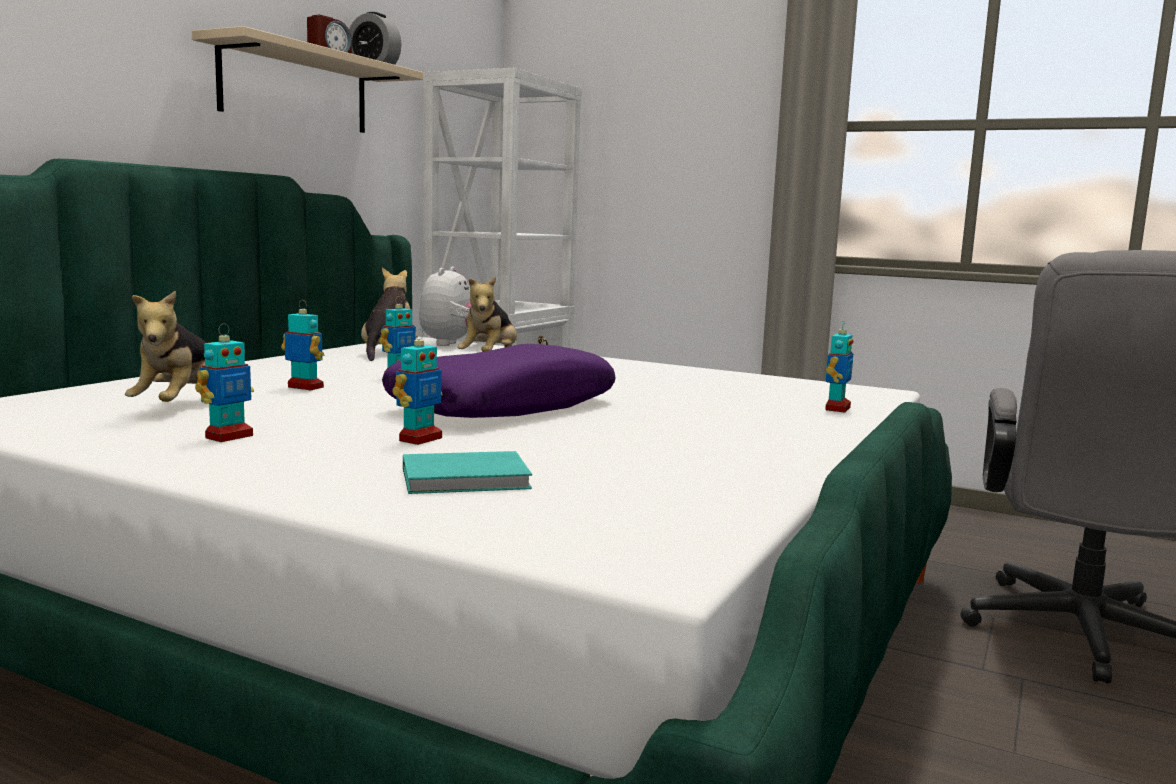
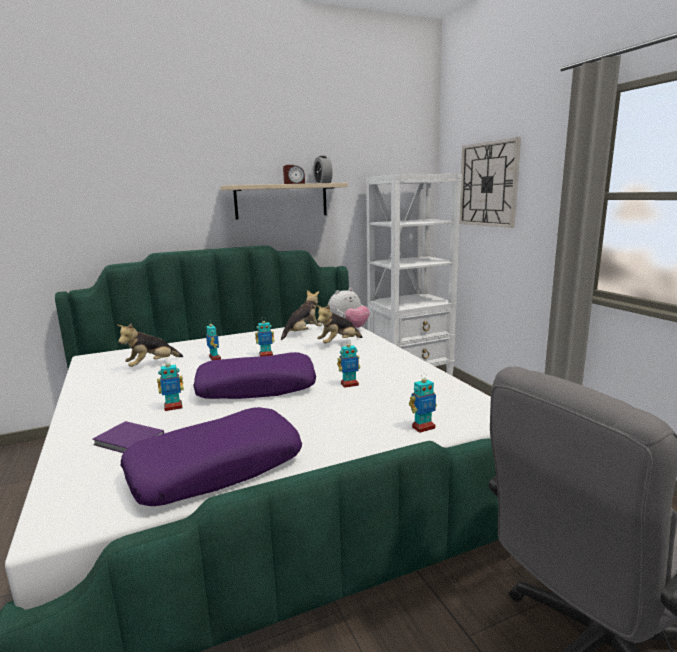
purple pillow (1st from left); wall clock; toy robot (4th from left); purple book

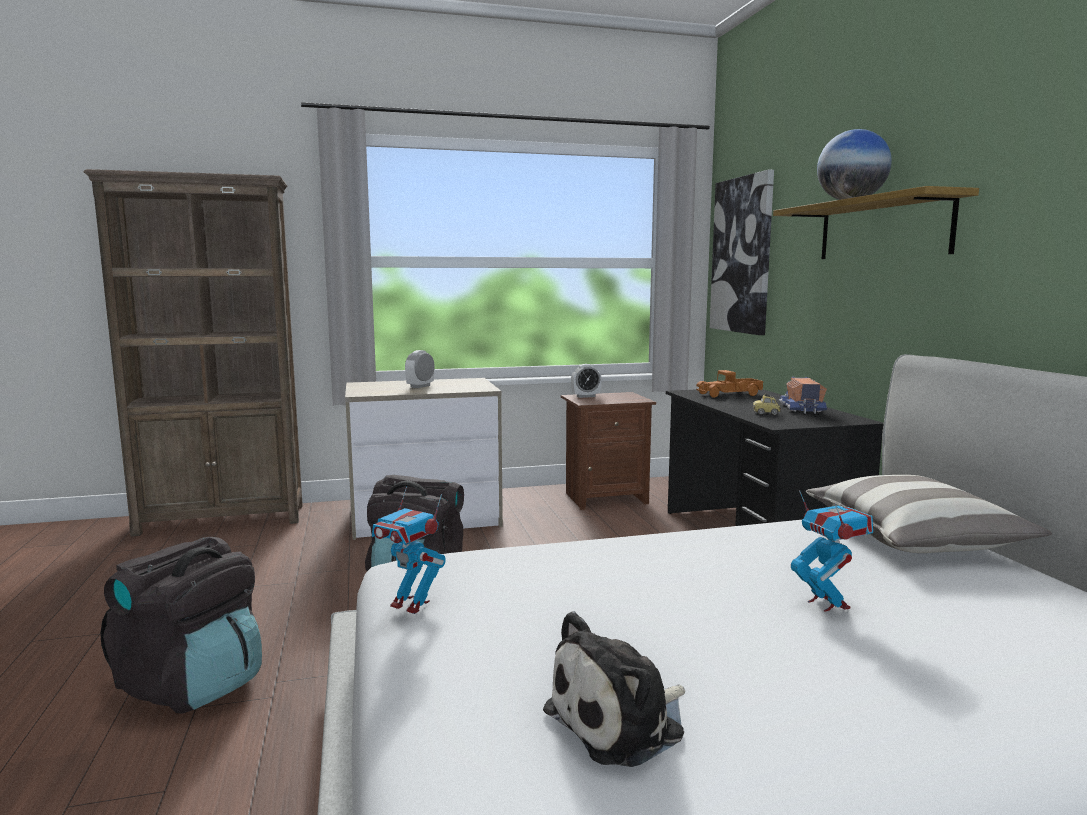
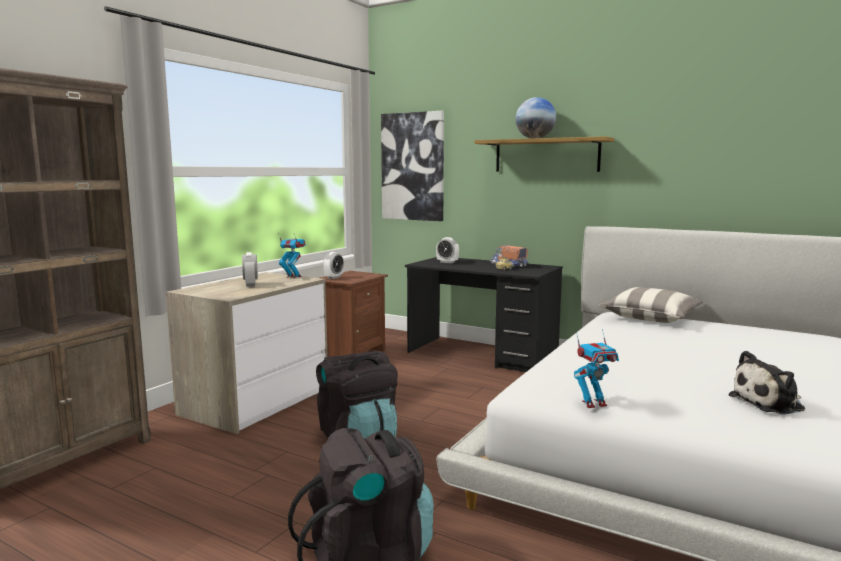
toy robot (1st from left); alarm clock (3rd from left); plush toy

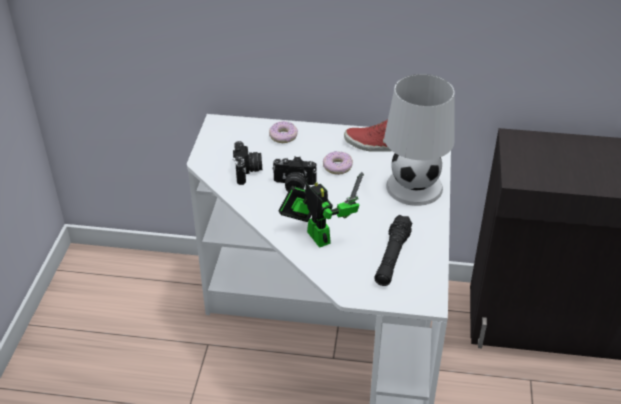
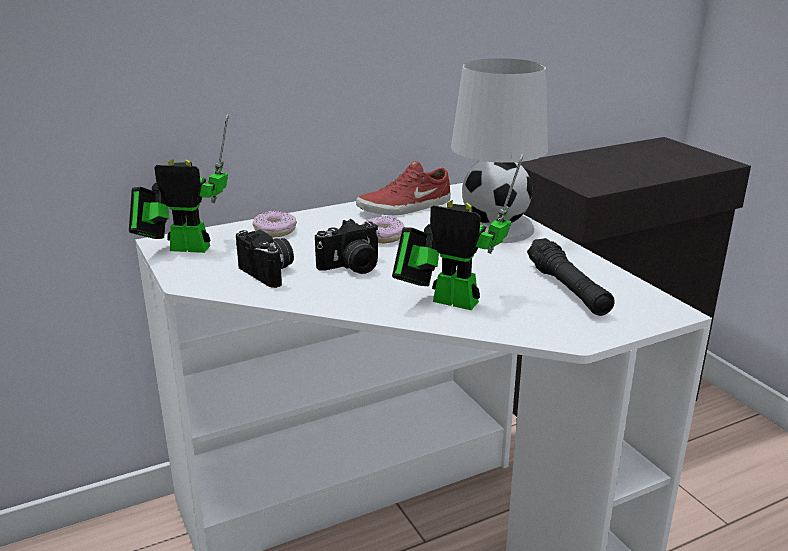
toy robot (1st from left)

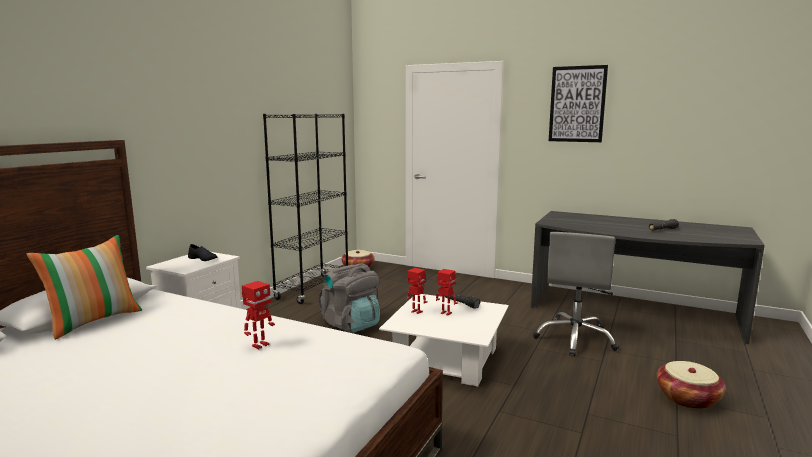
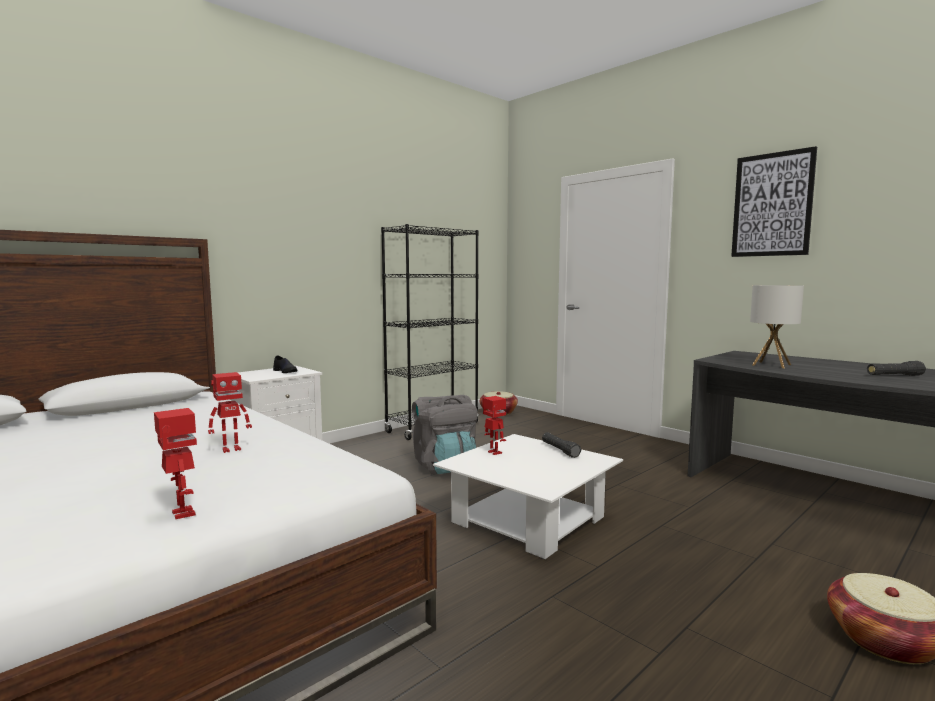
pillow; grey office chair; table lamp; toy robot (1st from left)

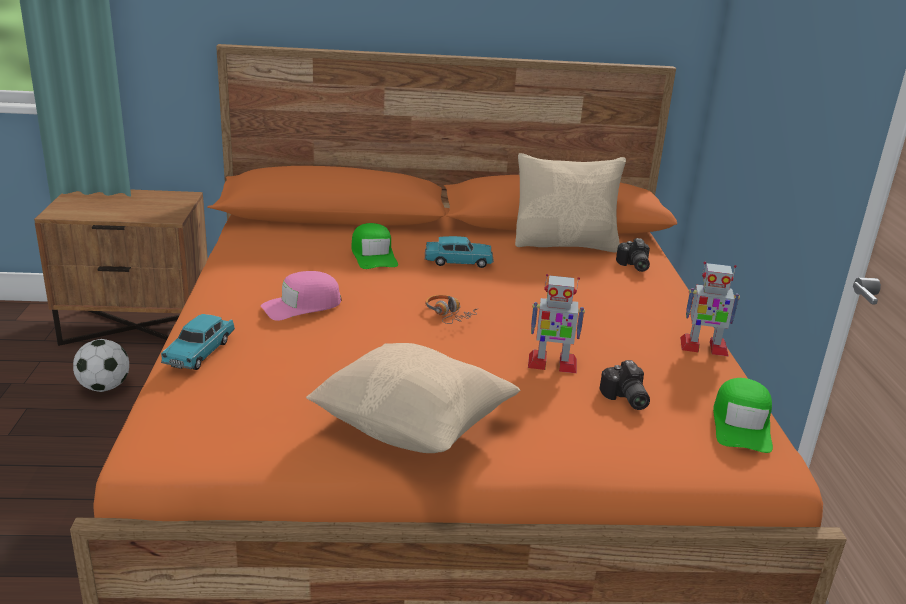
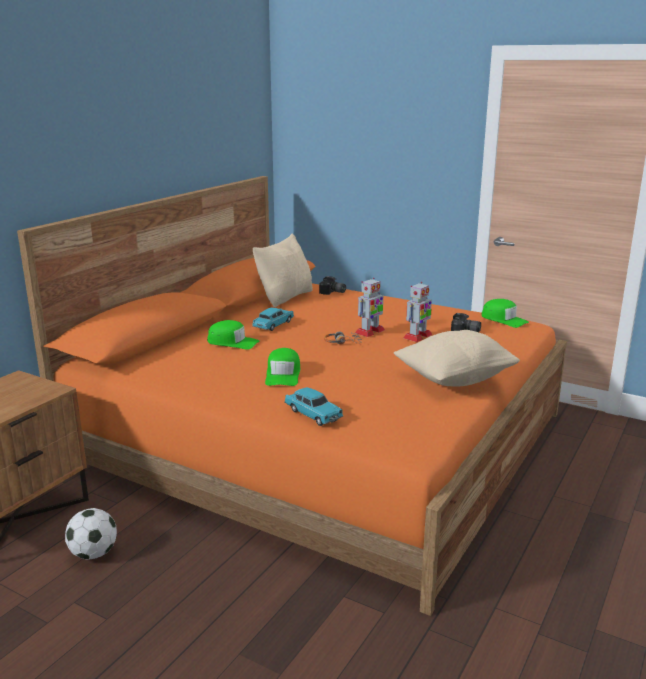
toy robot (1st from left); green cap (2nd from left)

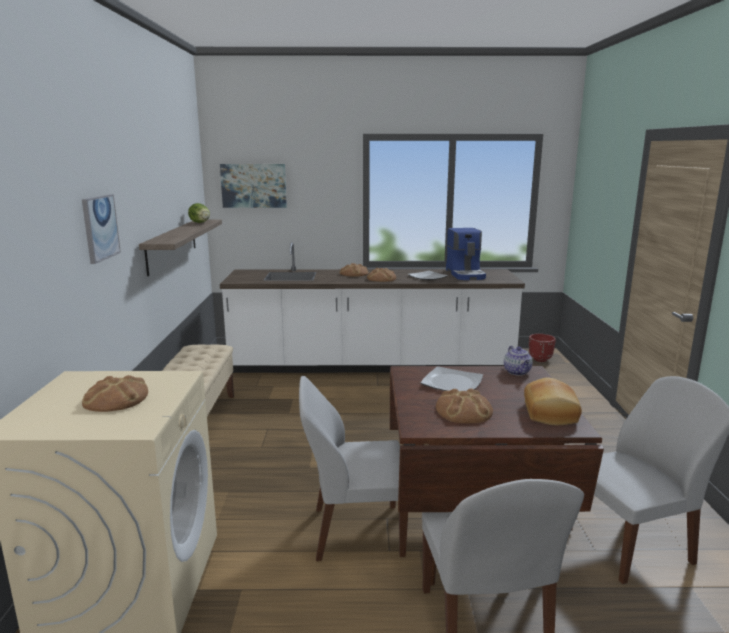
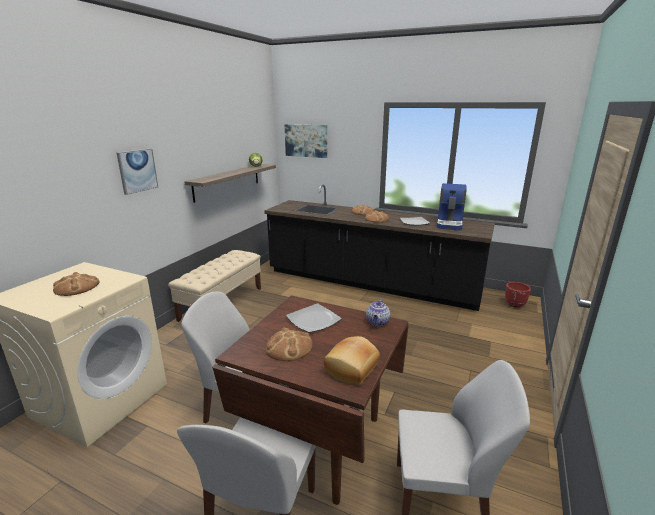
black counter

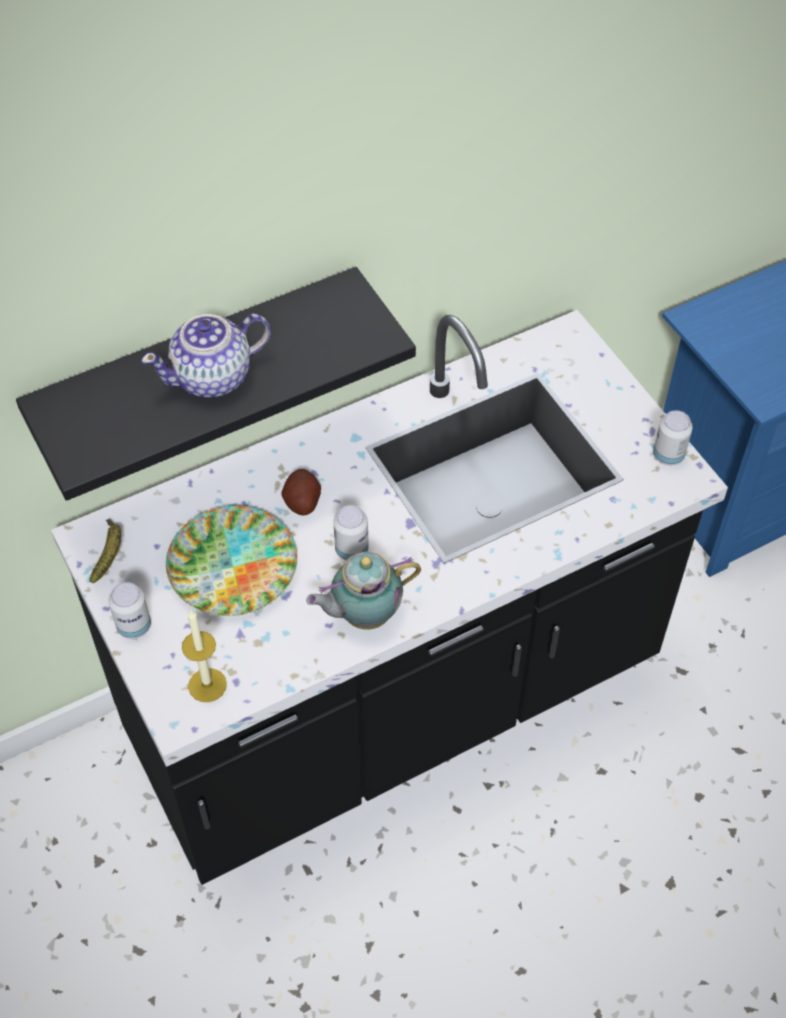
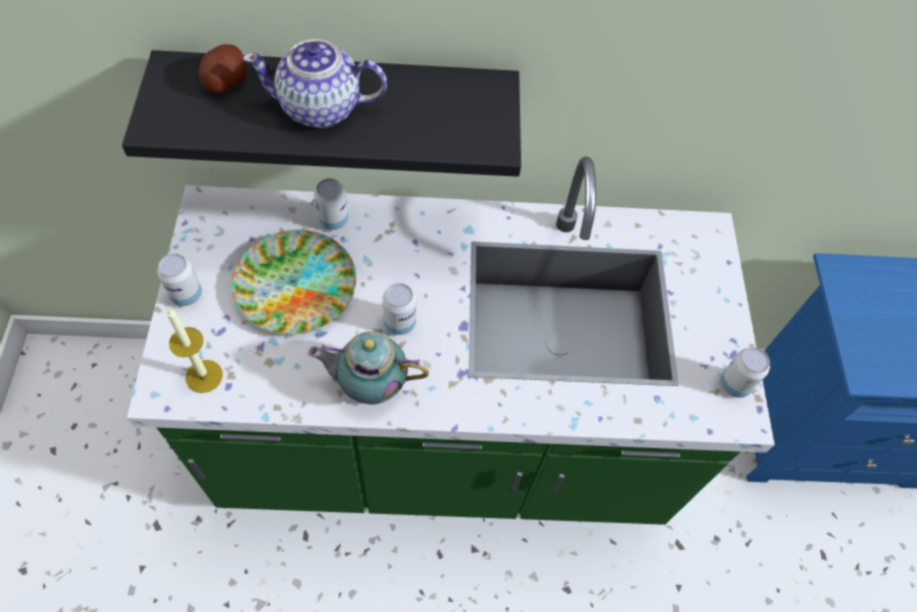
banana; can (2nd from left); potato; green counter

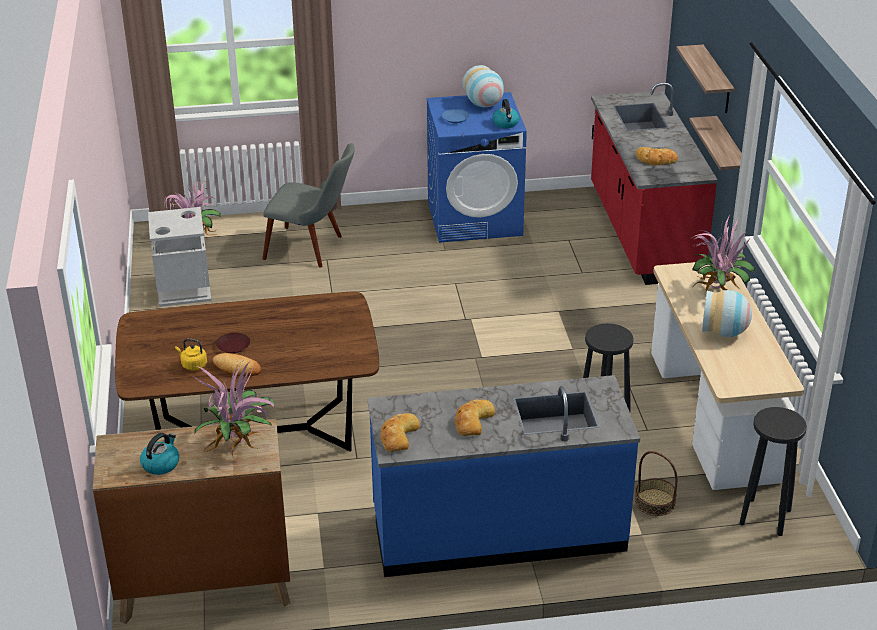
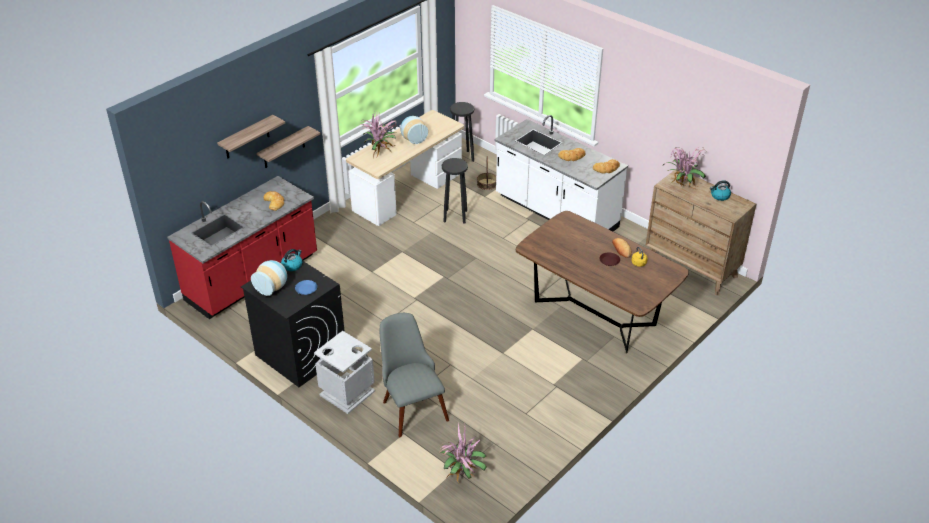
grey trash can; white counter; black washing machine

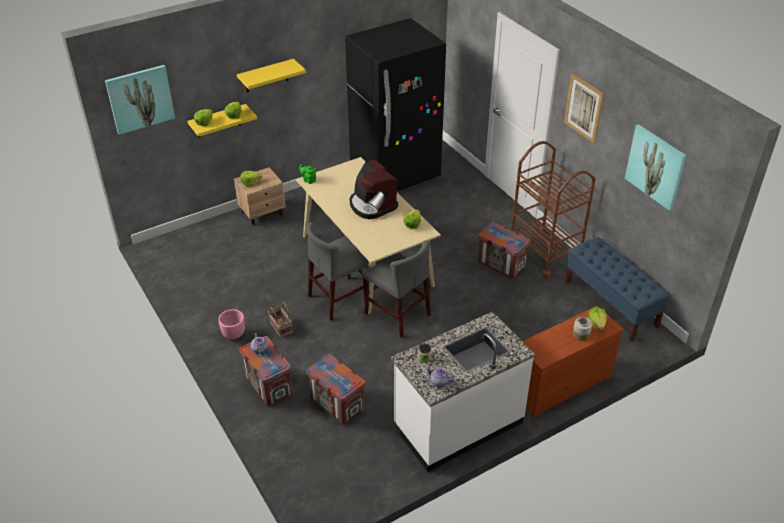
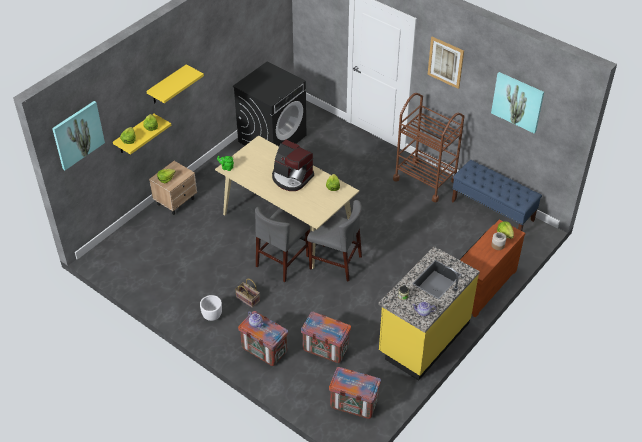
crate (3rd from left); black washing machine; white planter; yellow counter

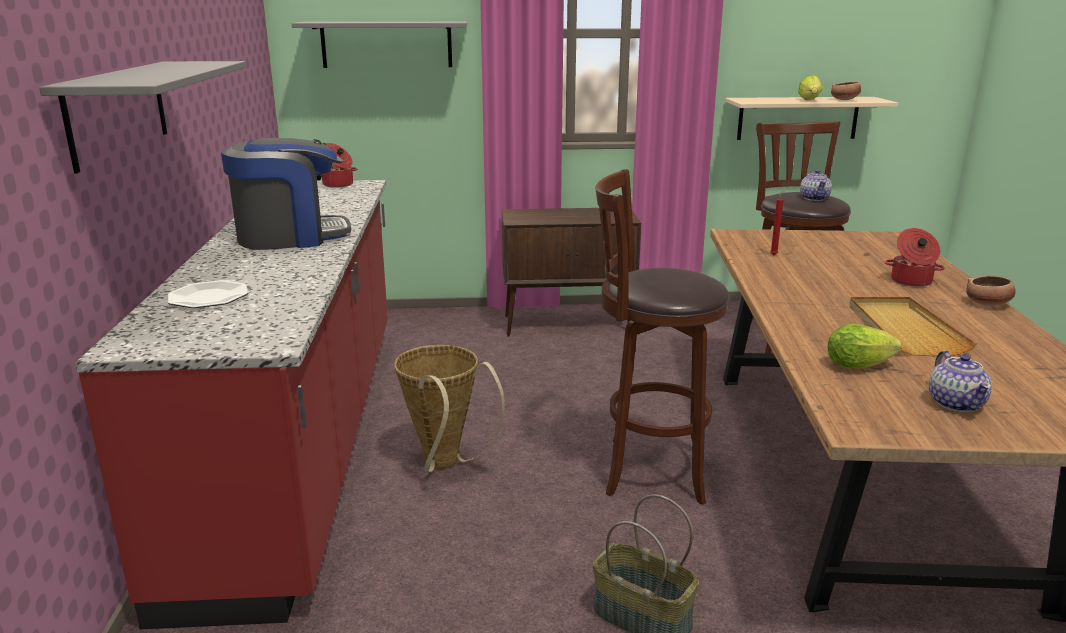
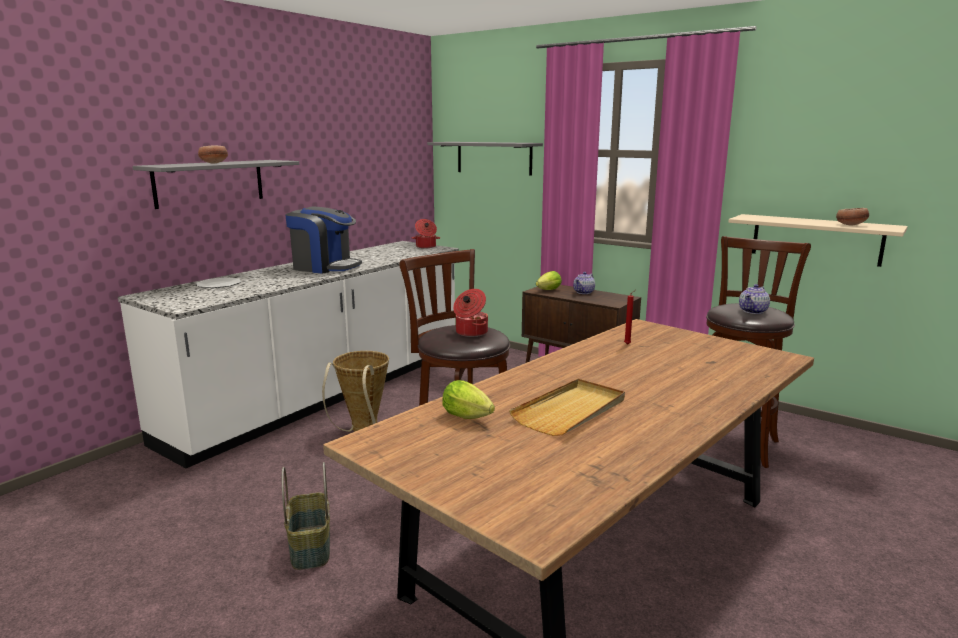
lettuce (2nd from left); cooking pot (2nd from left); teapot (1st from left); bowl (1st from left); white counter

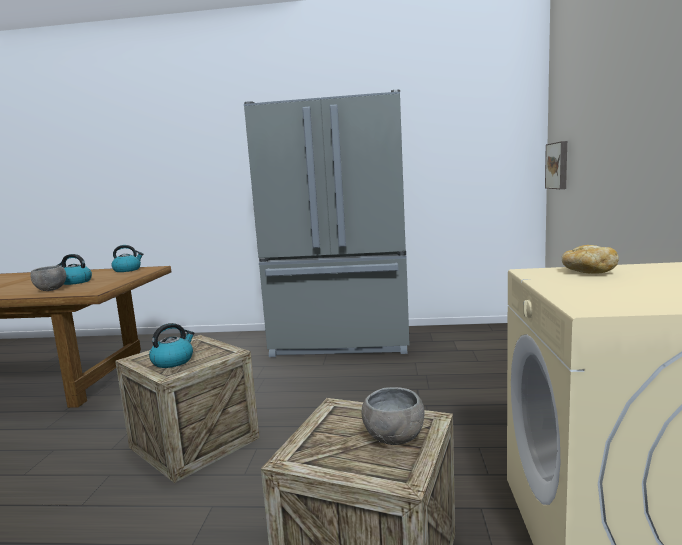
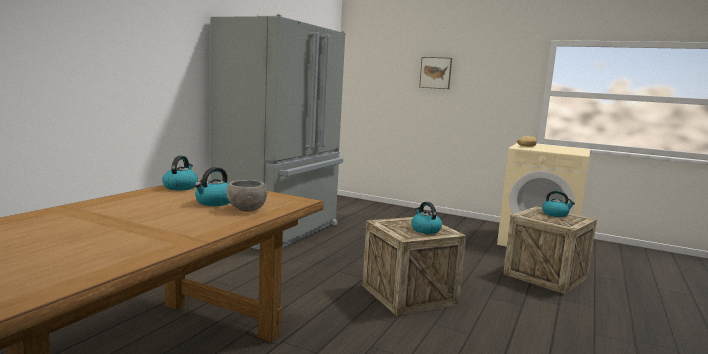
picture; kettle (4th from left)

